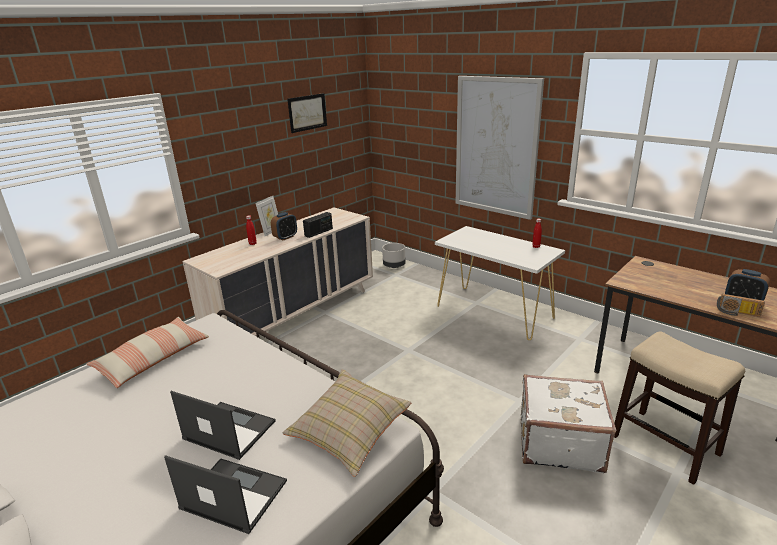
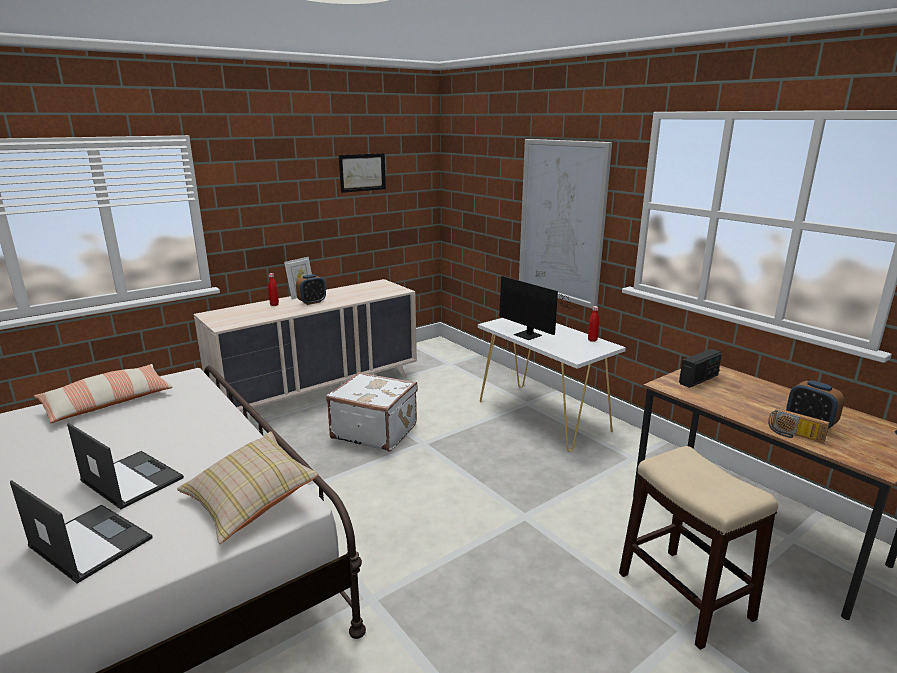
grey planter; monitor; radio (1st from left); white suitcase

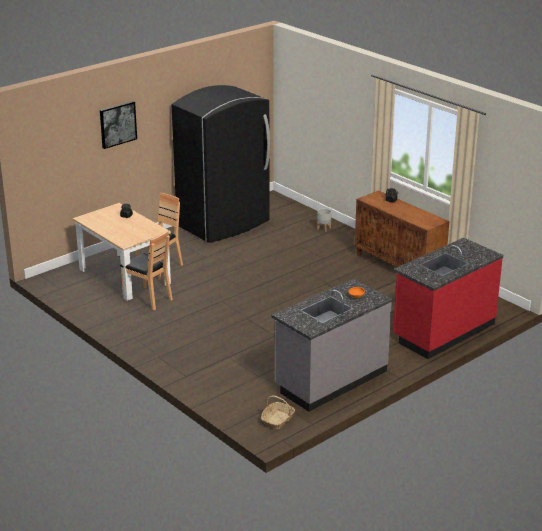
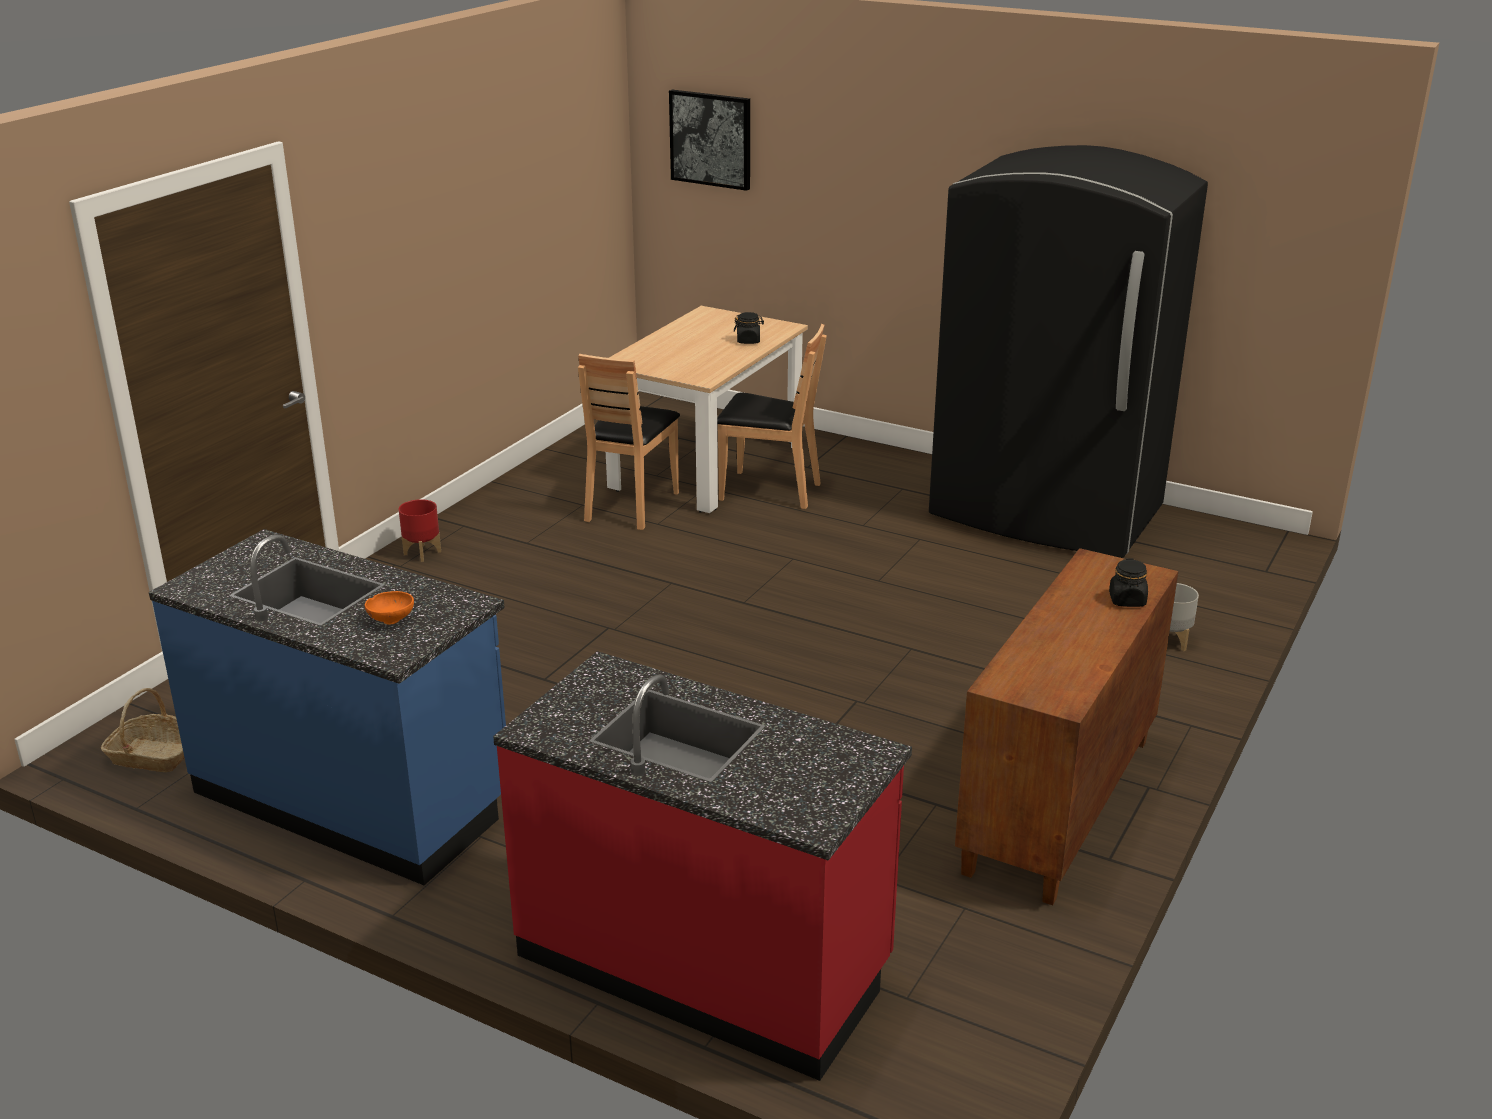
red planter; picture; blue counter

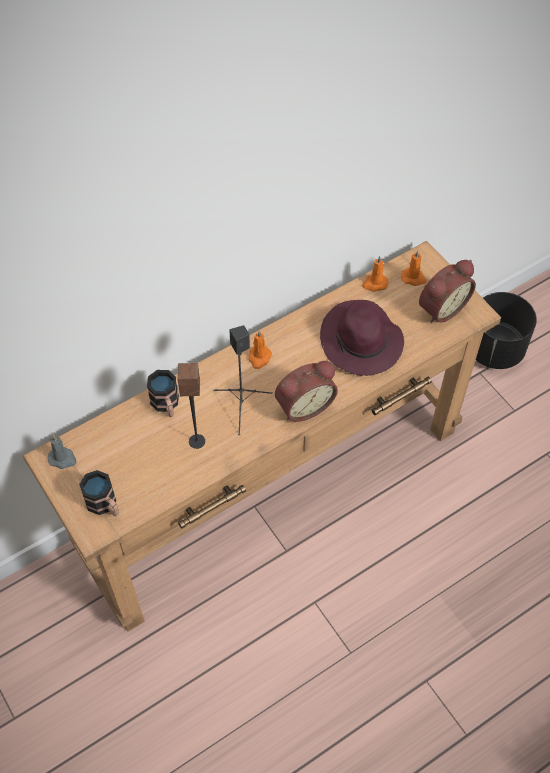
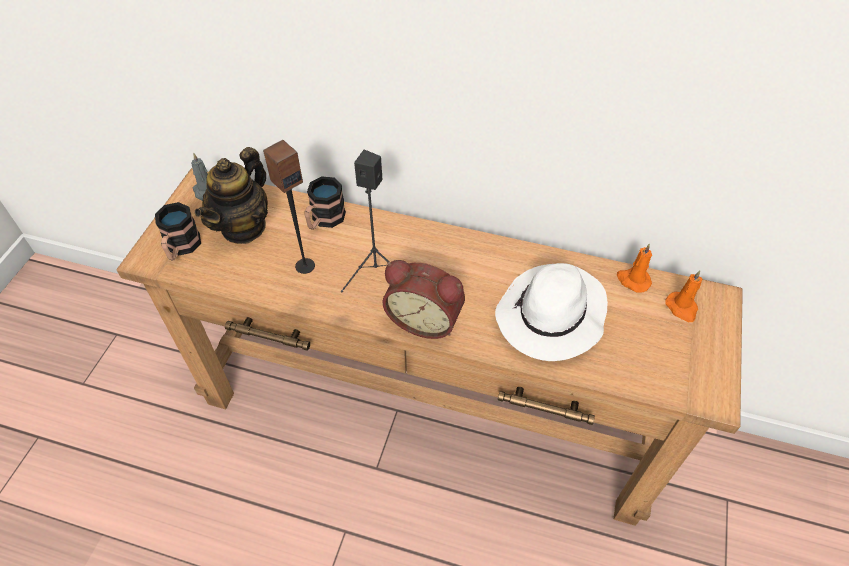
orange candle (1st from left in the first image); alarm clock (2nd from left in the first image); black planter; teapot; white hat

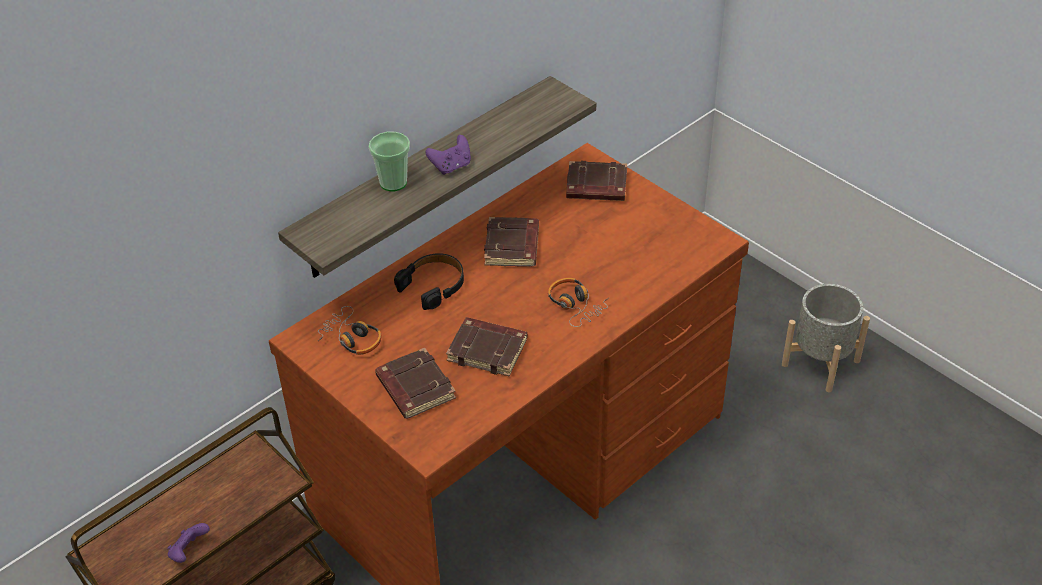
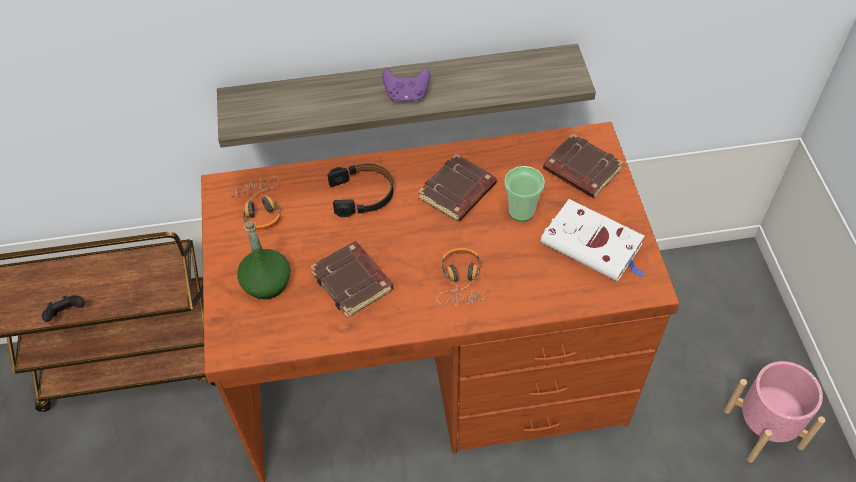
white book; cup; green bottle; black game controller; pink planter

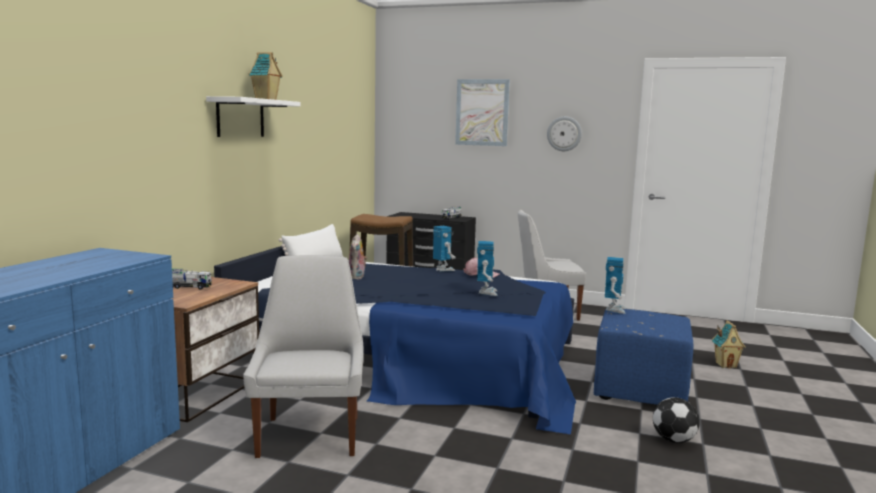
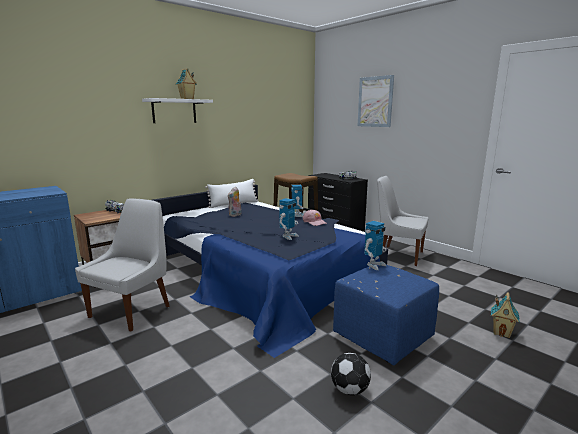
wall clock

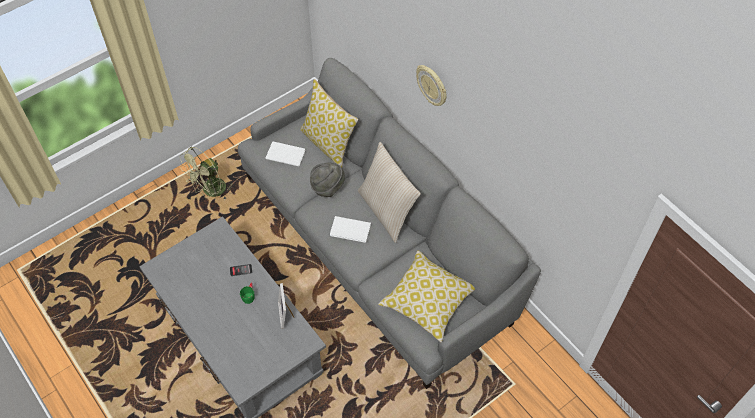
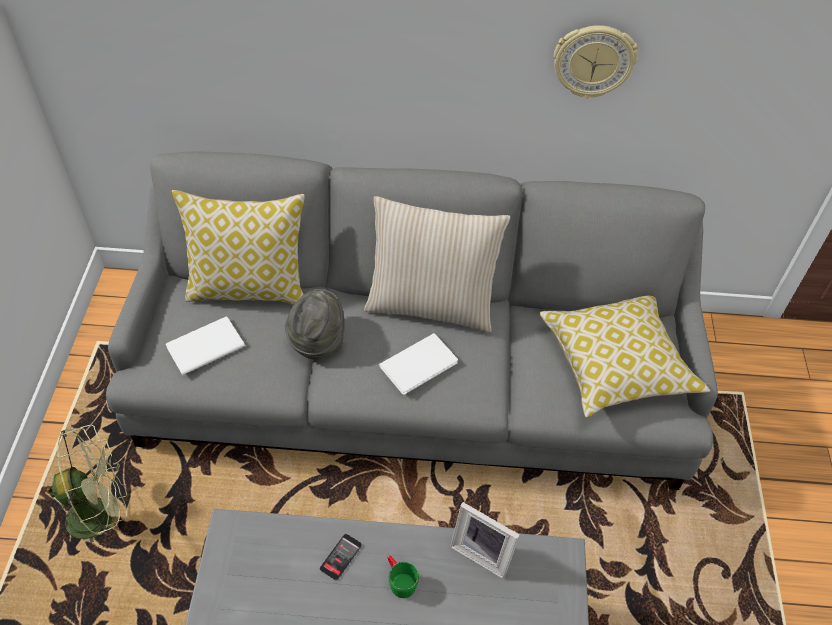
wall clock; green fan

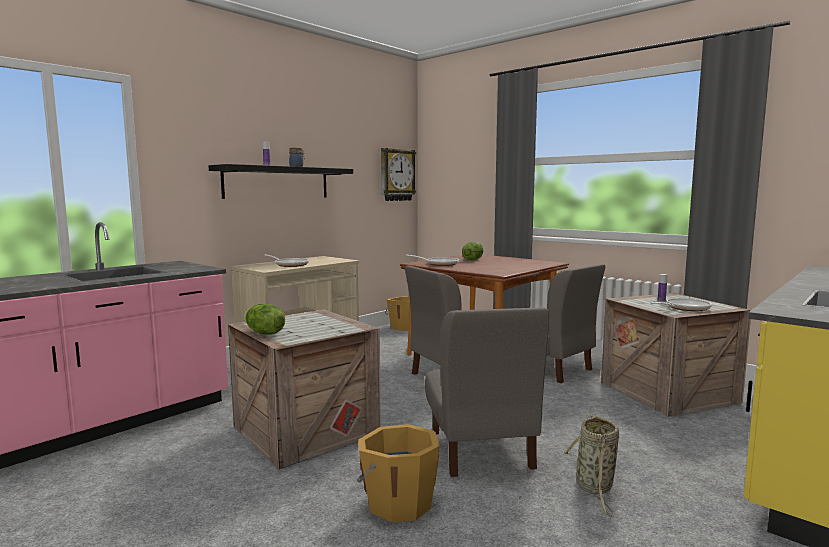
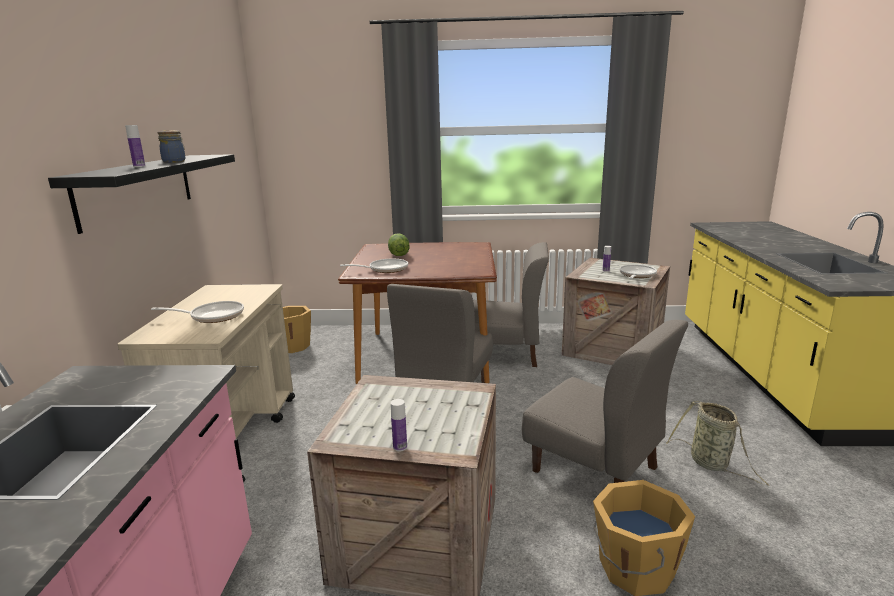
wall clock; bottle (2nd from left)

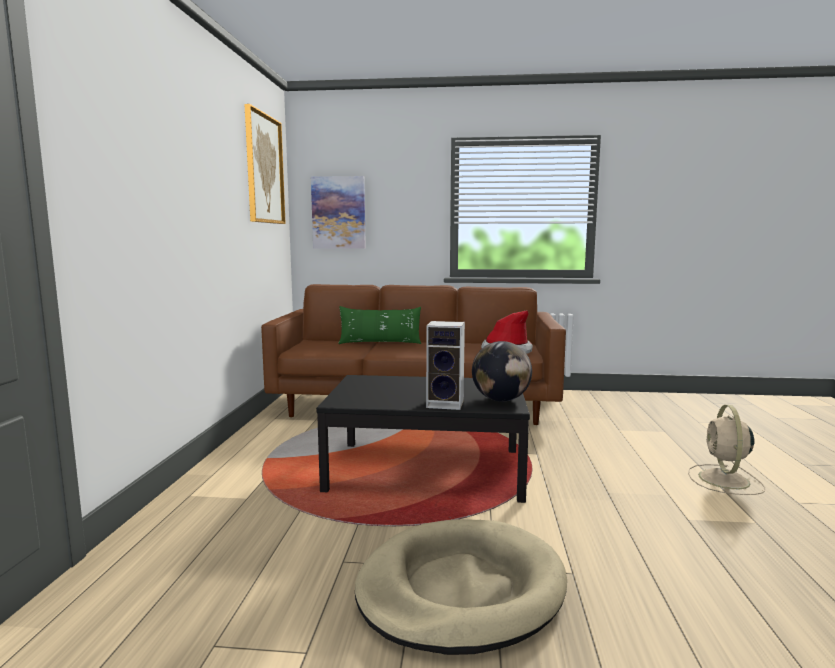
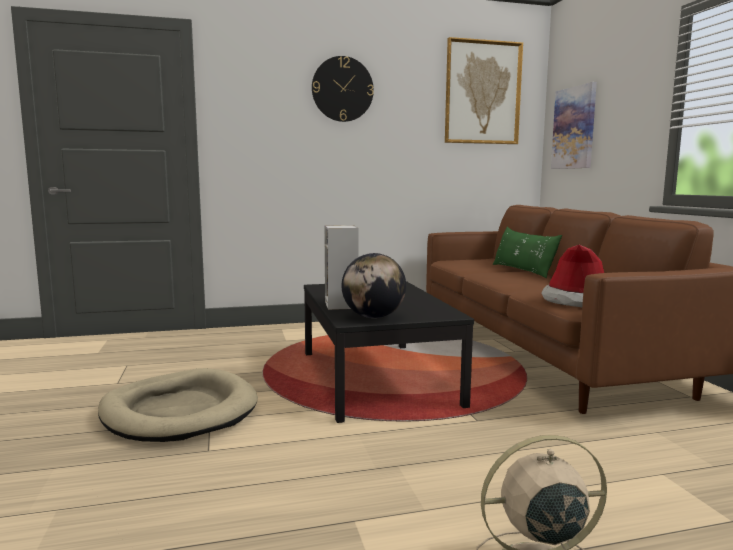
wall clock

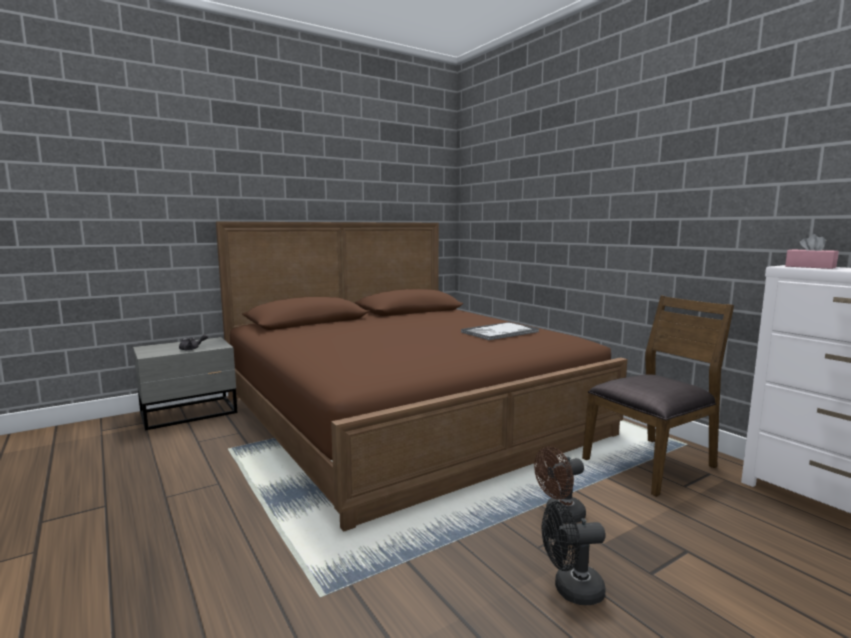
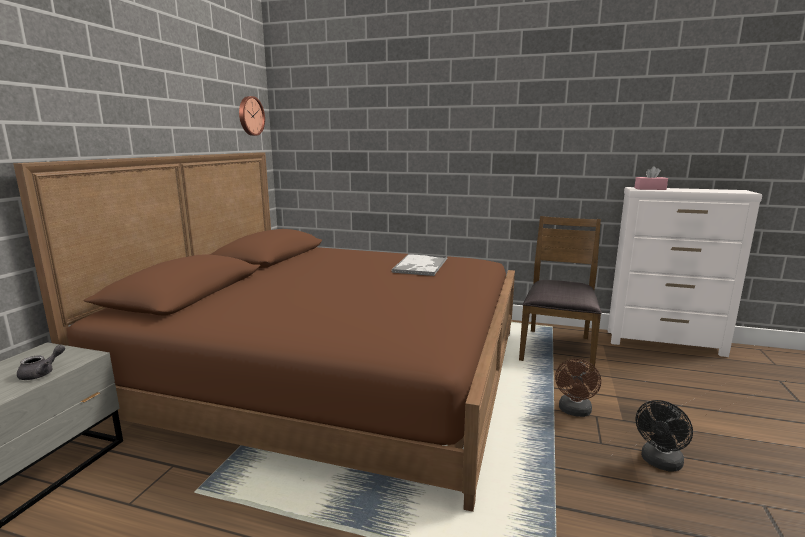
wall clock

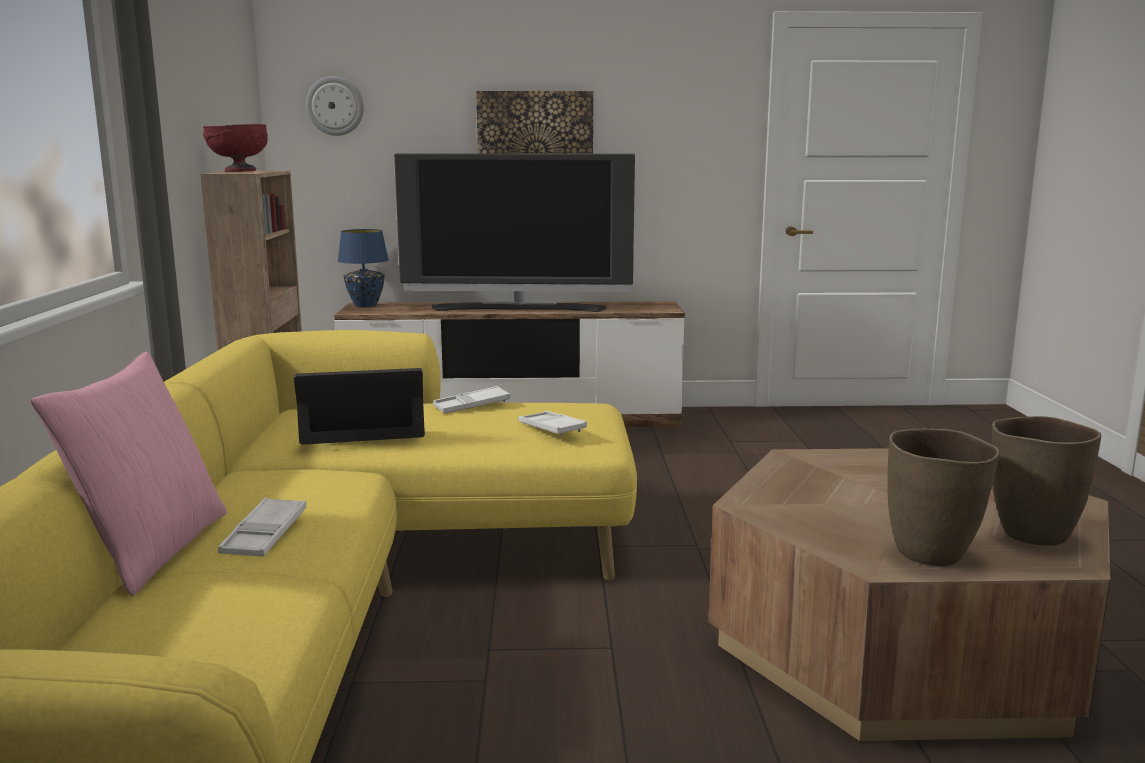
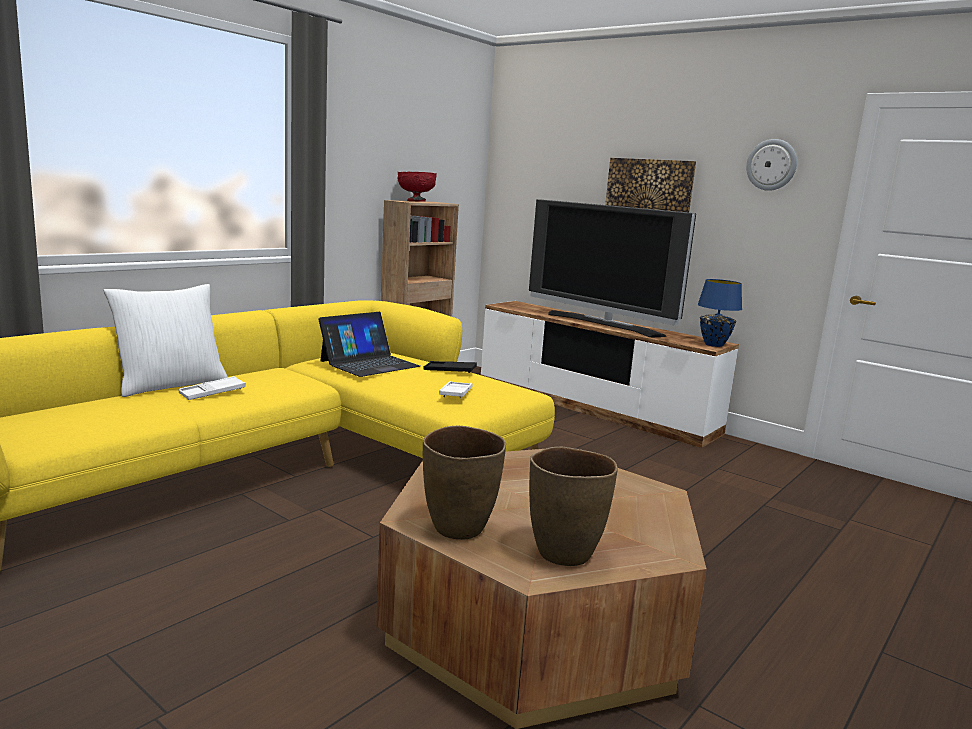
wall clock; blue table lamp; white pillow; black tray; laptop

